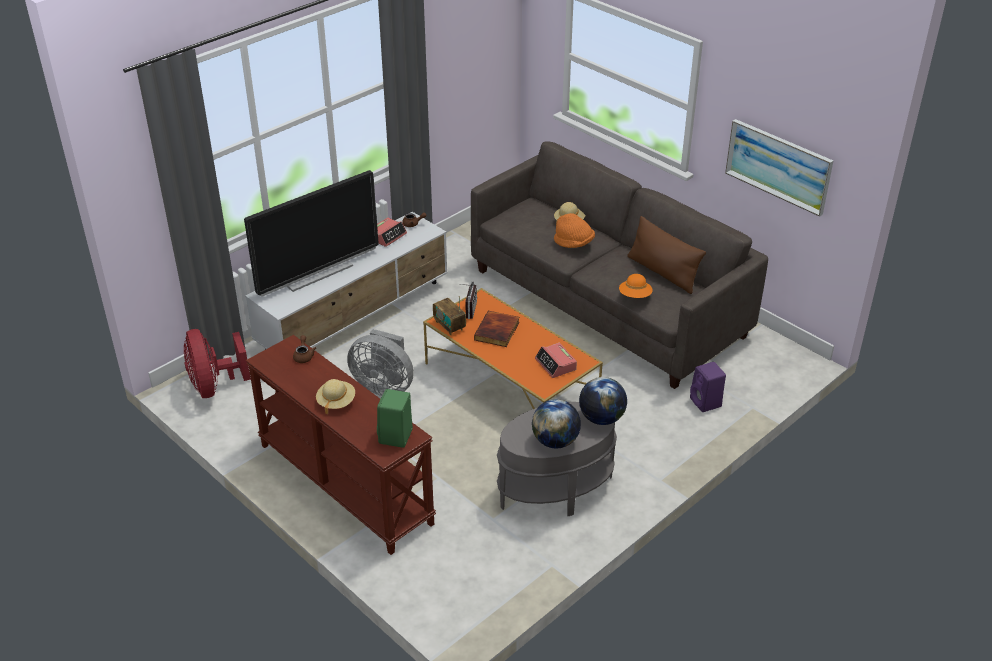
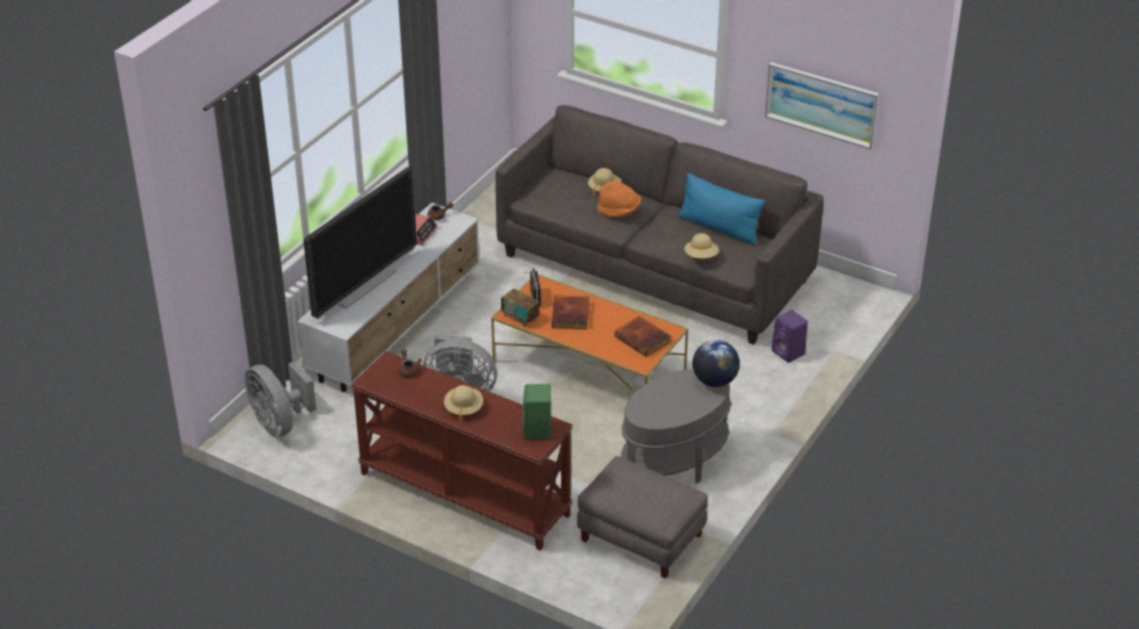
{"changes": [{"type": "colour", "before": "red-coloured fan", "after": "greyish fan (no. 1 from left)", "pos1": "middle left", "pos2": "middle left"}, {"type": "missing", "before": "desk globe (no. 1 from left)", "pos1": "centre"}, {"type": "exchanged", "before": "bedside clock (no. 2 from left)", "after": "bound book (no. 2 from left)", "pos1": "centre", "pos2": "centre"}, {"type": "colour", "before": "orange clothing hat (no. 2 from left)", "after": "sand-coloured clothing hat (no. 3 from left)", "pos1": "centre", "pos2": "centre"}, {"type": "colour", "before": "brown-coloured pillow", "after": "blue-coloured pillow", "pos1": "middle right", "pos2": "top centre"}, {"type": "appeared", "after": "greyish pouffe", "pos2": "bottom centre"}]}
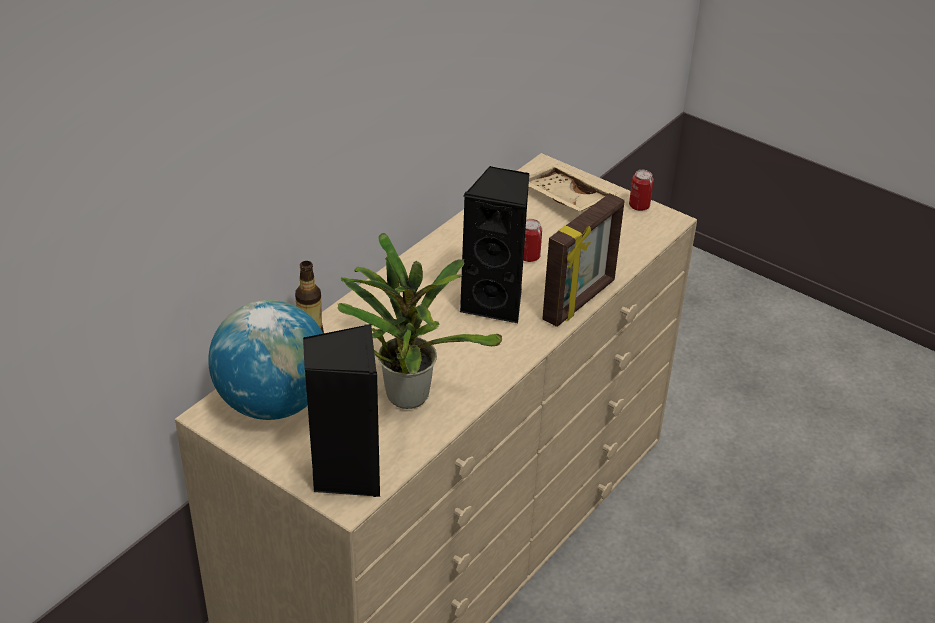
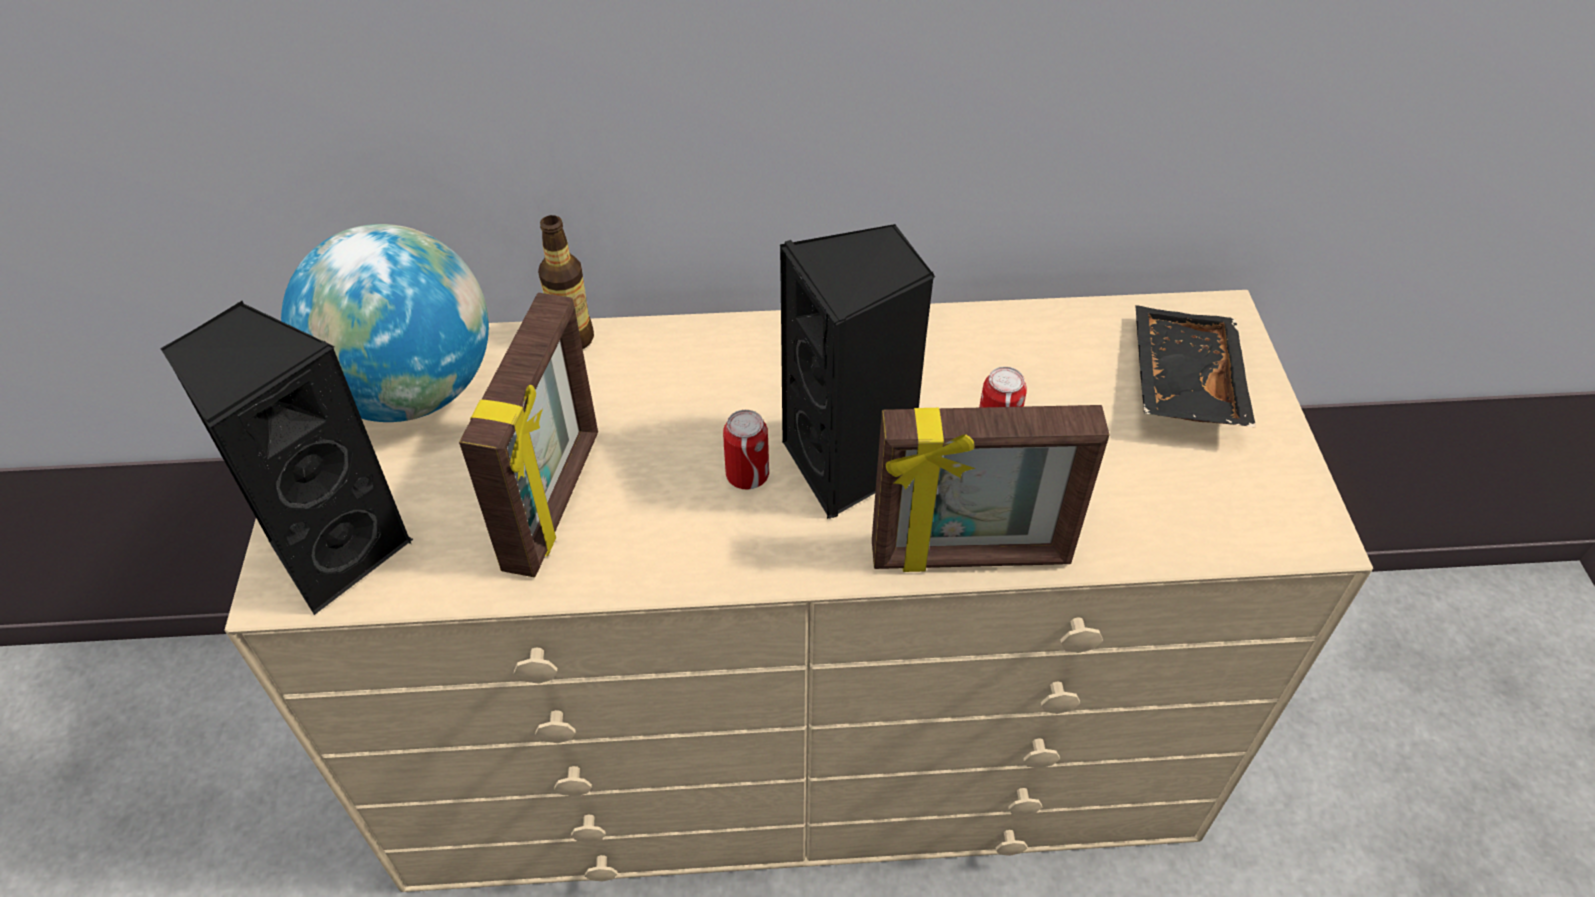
{"changes": [{"type": "exchanged", "before": "houseplant", "after": "standing frame (no. 1 from left)", "pos1": "centre", "pos2": "middle left"}, {"type": "colour", "before": "sand-coloured tray", "after": "blackish tray", "pos1": "top centre", "pos2": "middle right"}, {"type": "relocated", "before": "can (no. 2 from left in the first image)", "after": "can (no. 1 from left)", "pos1": "top right", "pos2": "centre"}]}
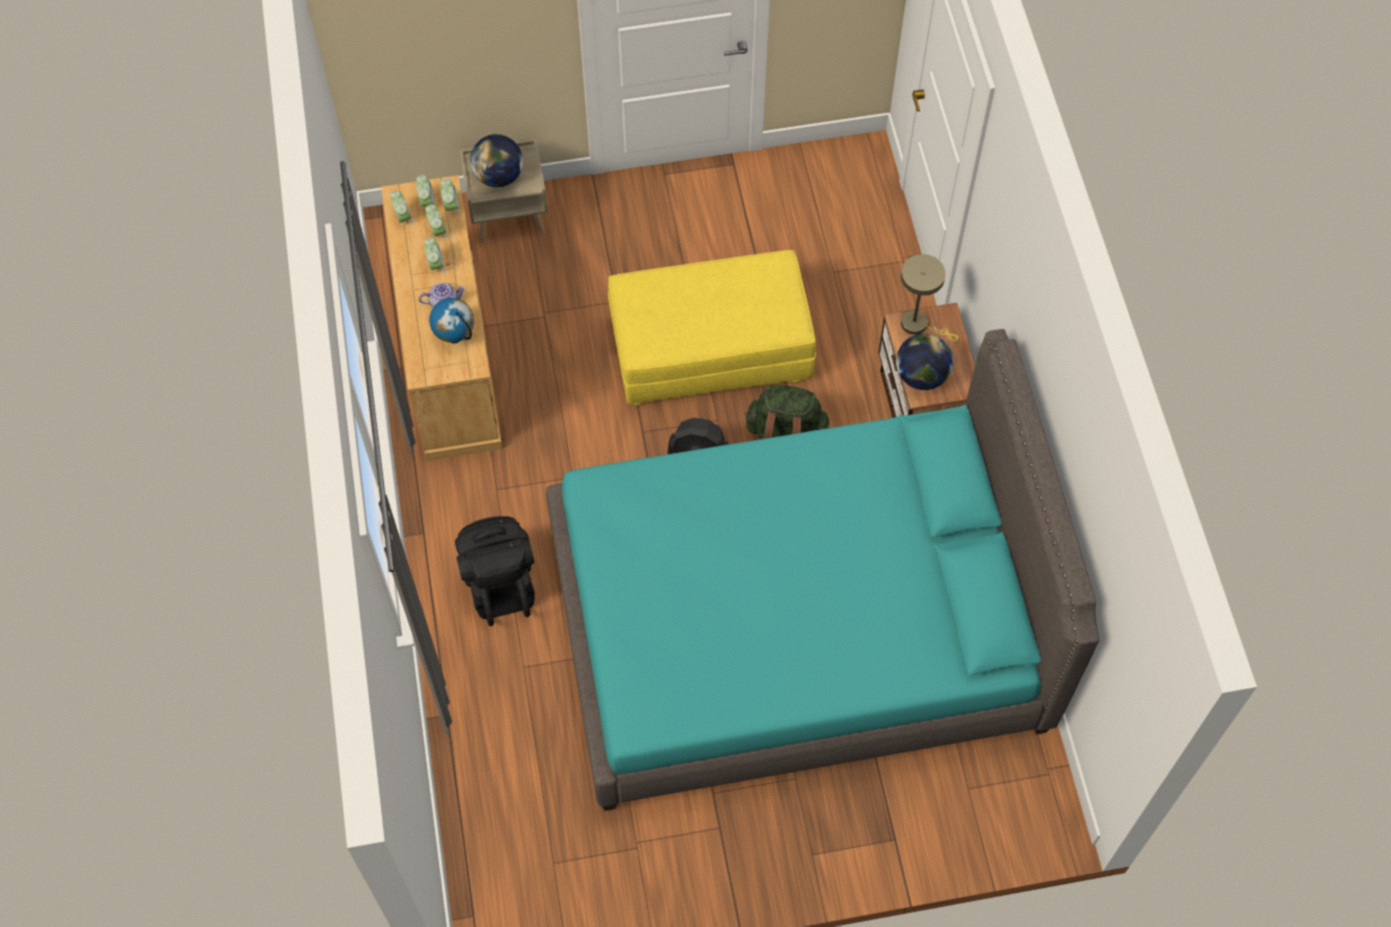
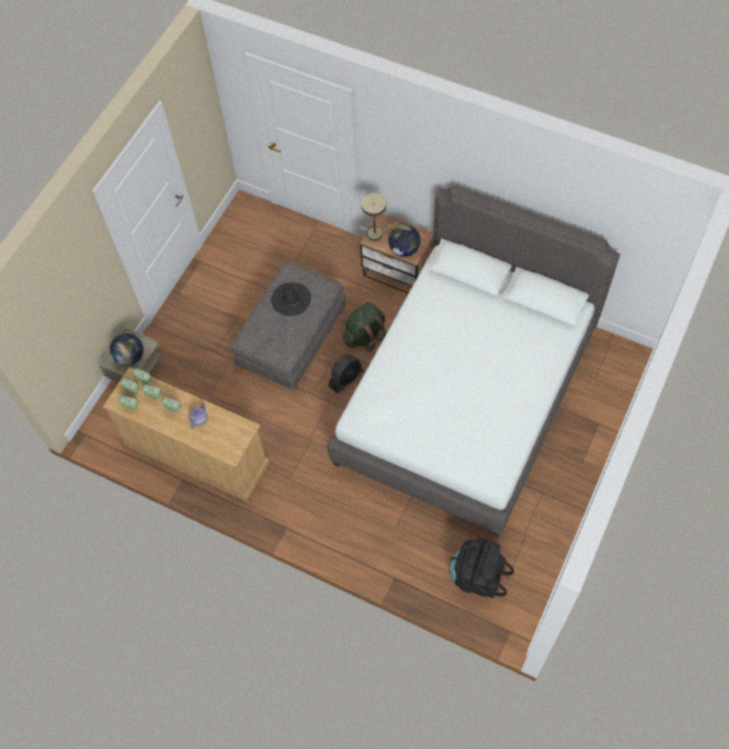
{"changes": [{"type": "missing", "before": "desk globe (no. 1 from left)", "pos1": "middle left"}, {"type": "relocated", "before": "blackish backpack", "pos1": "centre", "pos2": "bottom centre"}, {"type": "colour", "before": "blue-green bed", "after": "whitish bed", "pos1": "centre", "pos2": "centre"}, {"type": "colour", "before": "yellow pouffe", "after": "greyish pouffe", "pos1": "centre", "pos2": "centre"}, {"type": "appeared", "after": "blackish clothing hat", "pos2": "centre"}]}
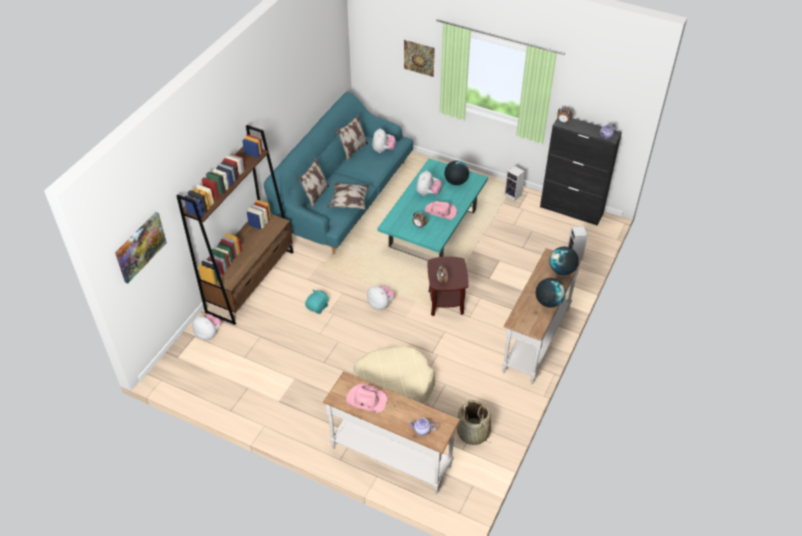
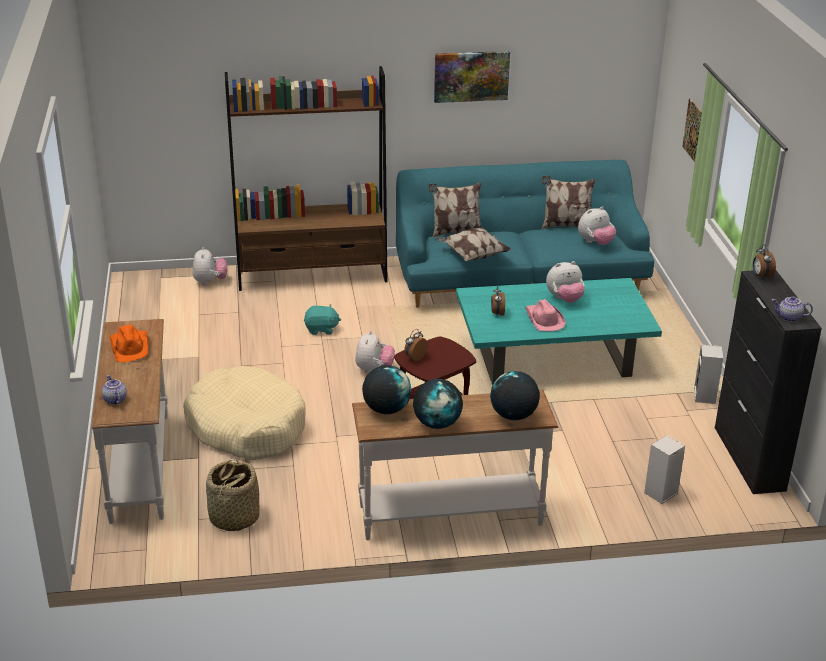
{"changes": [{"type": "relocated", "before": "wall picture (no. 1 from left)", "pos1": "middle left", "pos2": "top centre"}, {"type": "colour", "before": "pinkish clothing hat (no. 1 from left)", "after": "orange clothing hat", "pos1": "bottom centre", "pos2": "middle left"}, {"type": "relocated", "before": "desk globe (no. 1 from left)", "pos1": "top centre", "pos2": "centre"}]}
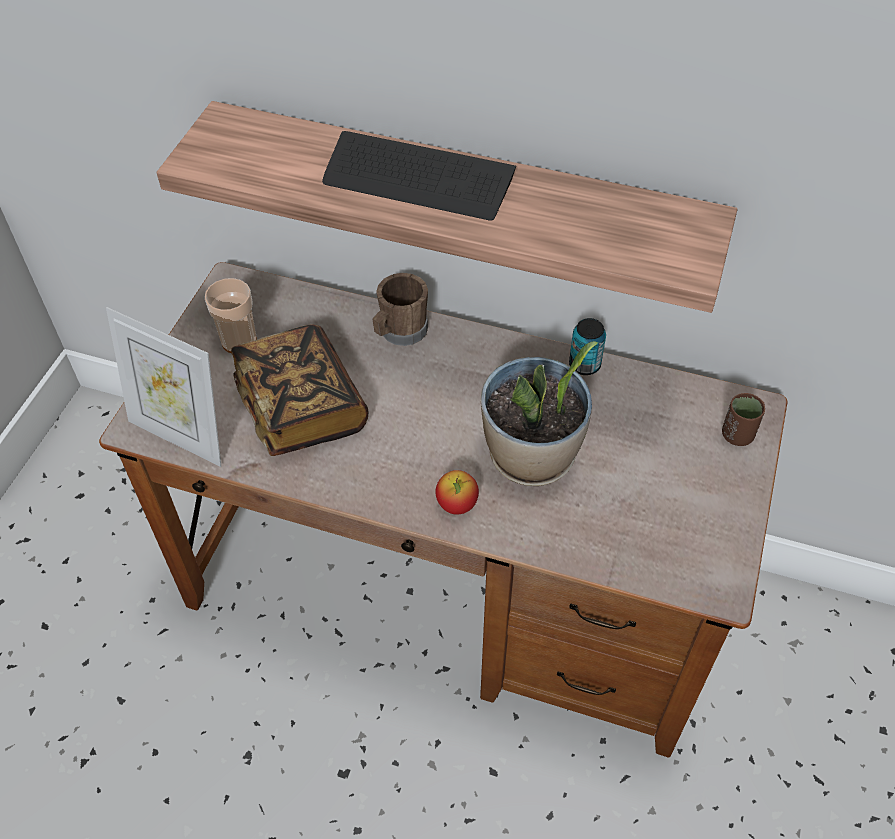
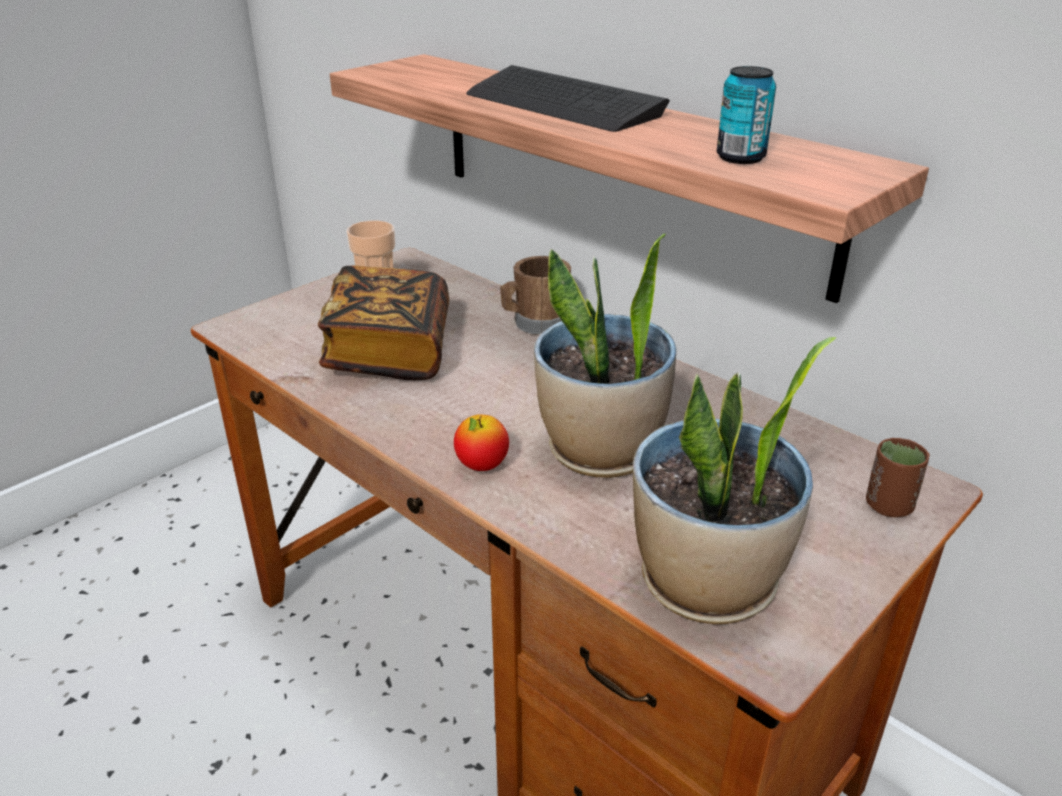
{"changes": [{"type": "missing", "before": "standing frame", "pos1": "middle left"}, {"type": "relocated", "before": "can", "pos1": "centre", "pos2": "top right"}, {"type": "appeared", "after": "houseplant (no. 2 from left)", "pos2": "middle right"}]}
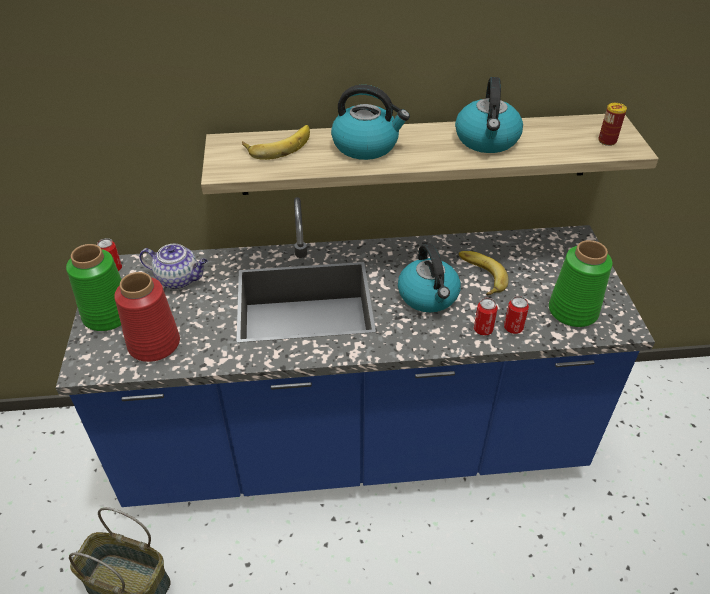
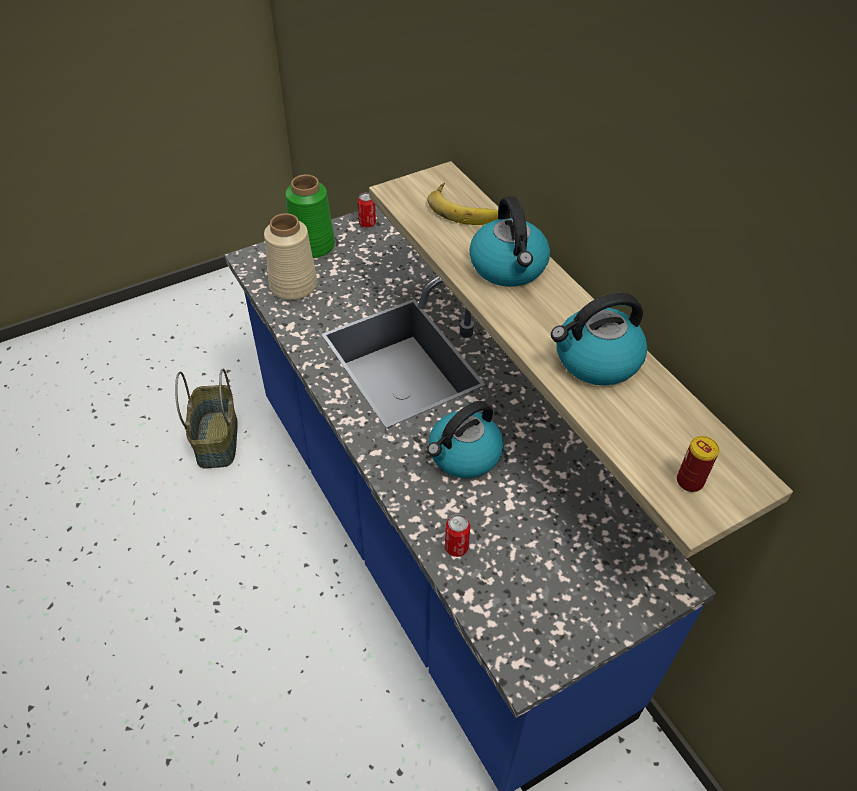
{"changes": [{"type": "colour", "before": "red-coloured vase", "after": "sand-coloured vase", "pos1": "middle left", "pos2": "top centre"}, {"type": "missing", "before": "tea pot", "pos1": "middle left"}, {"type": "missing", "before": "banana (no. 2 from left)", "pos1": "middle right"}, {"type": "missing", "before": "can (no. 2 from left)", "pos1": "middle right"}, {"type": "missing", "before": "green-coloured vase (no. 2 from left)", "pos1": "middle right"}]}
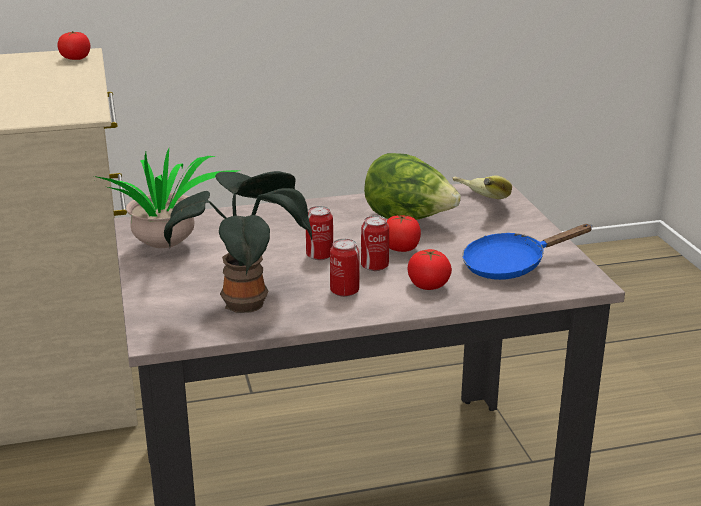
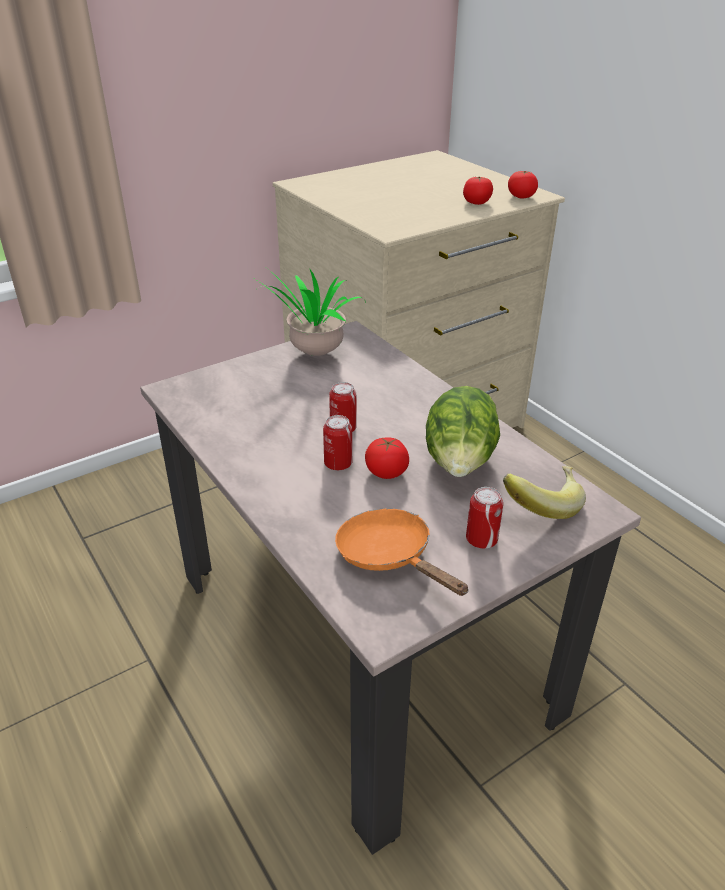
{"changes": [{"type": "missing", "before": "houseplant (no. 2 from left)", "pos1": "centre"}, {"type": "relocated", "before": "can (no. 2 from left in the first image)", "after": "can (no. 3 from left)", "pos1": "centre", "pos2": "middle right"}, {"type": "relocated", "before": "fresh tomato (no. 3 from left in the first image)", "after": "fresh tomato (no. 2 from left)", "pos1": "centre", "pos2": "top centre"}, {"type": "colour", "before": "blue-coloured skillet", "after": "orange skillet", "pos1": "middle right", "pos2": "centre"}]}
